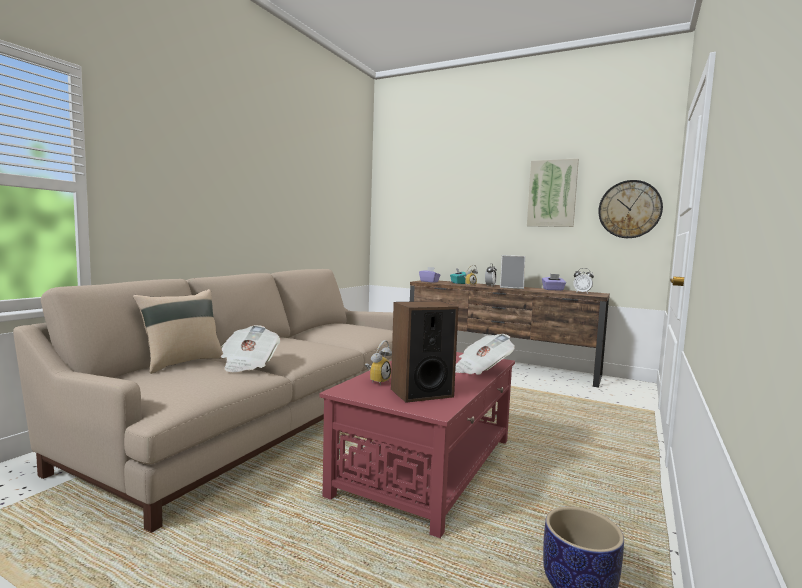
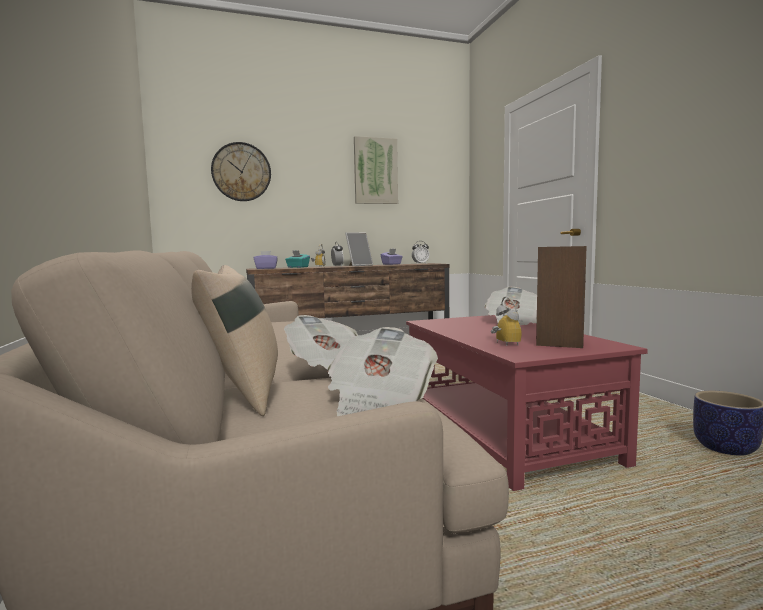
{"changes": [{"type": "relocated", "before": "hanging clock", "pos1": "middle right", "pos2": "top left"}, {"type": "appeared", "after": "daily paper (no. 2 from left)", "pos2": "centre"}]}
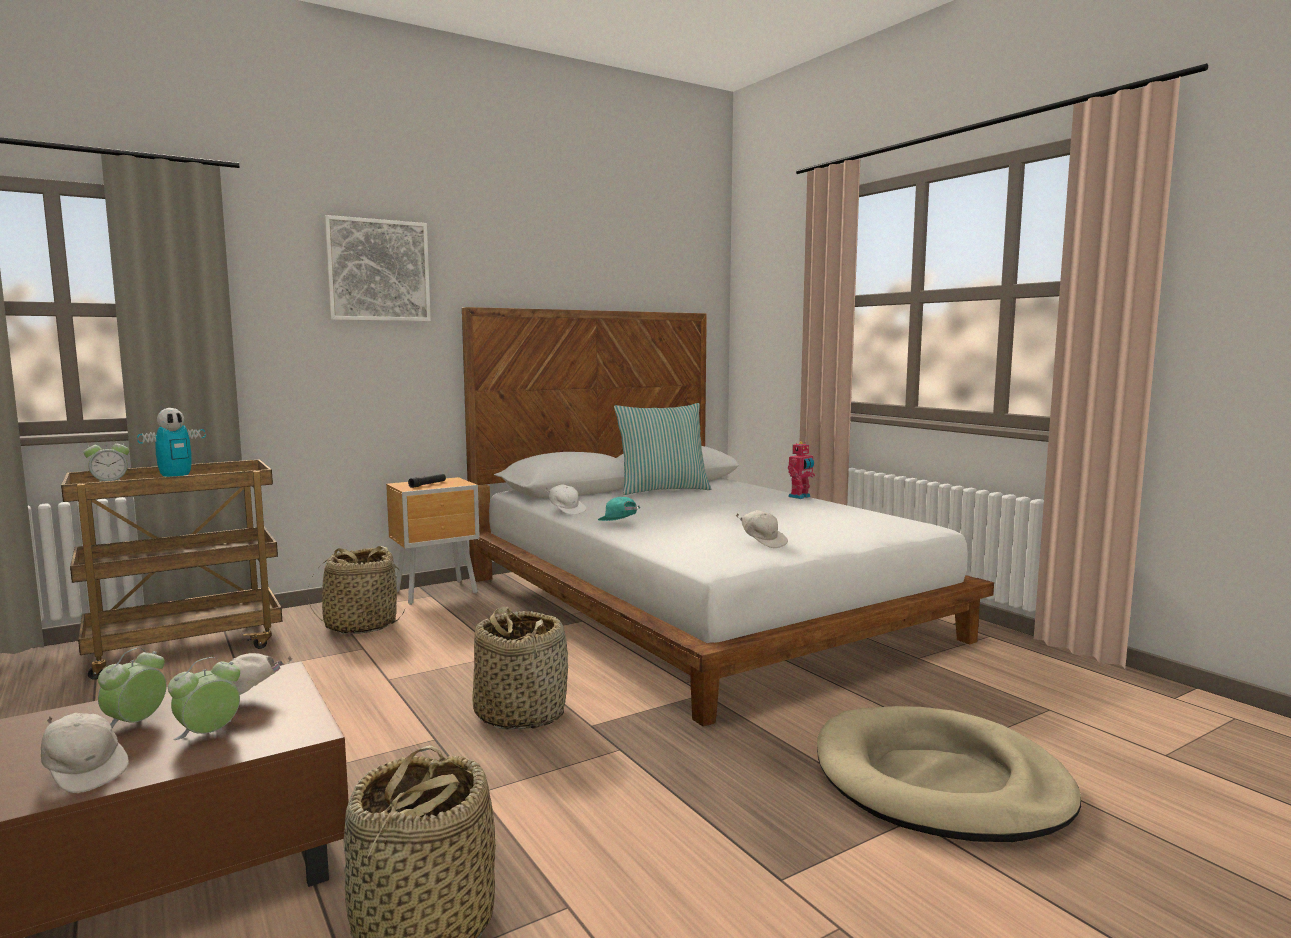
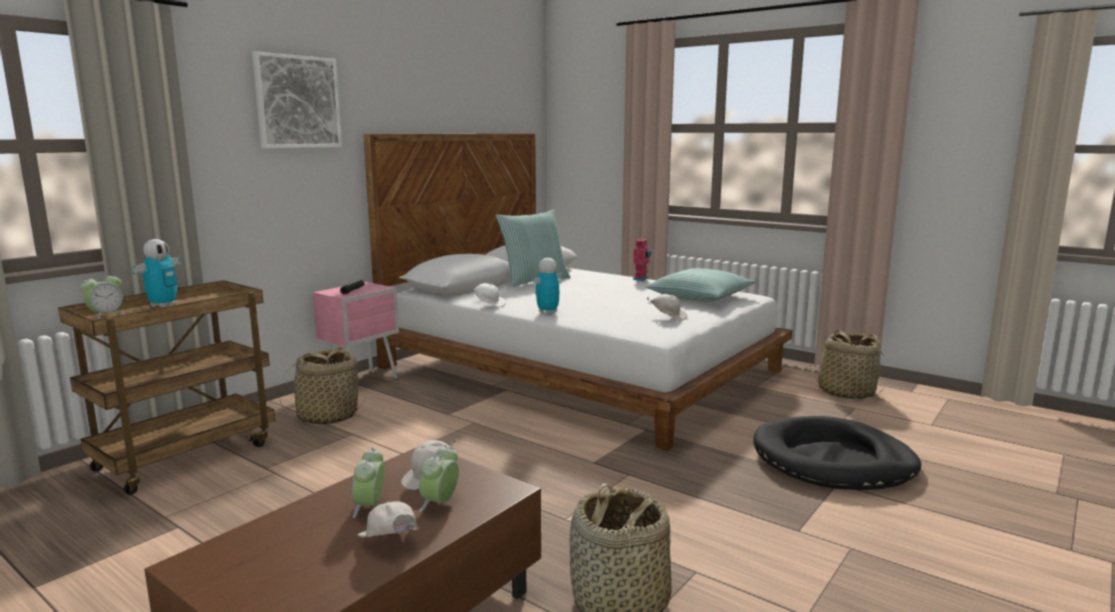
{"changes": [{"type": "spun", "before": "whitish cap (no. 1 from left)", "pos1": "bottom left", "pos2": "bottom centre", "turn": -150}, {"type": "colour", "before": "brown-coloured nightstand", "after": "pinkish nightstand", "pos1": "centre", "pos2": "middle left"}, {"type": "relocated", "before": "household basket (no. 3 from left)", "pos1": "bottom centre", "pos2": "middle right"}, {"type": "exchanged", "before": "blue-green cap", "after": "robot figure (no. 2 from left)", "pos1": "centre", "pos2": "centre"}, {"type": "colour", "before": "sand-coloured dog bed", "after": "blackish dog bed", "pos1": "bottom right", "pos2": "bottom right"}, {"type": "appeared", "after": "pillow (no. 2 from left)", "pos2": "centre"}]}
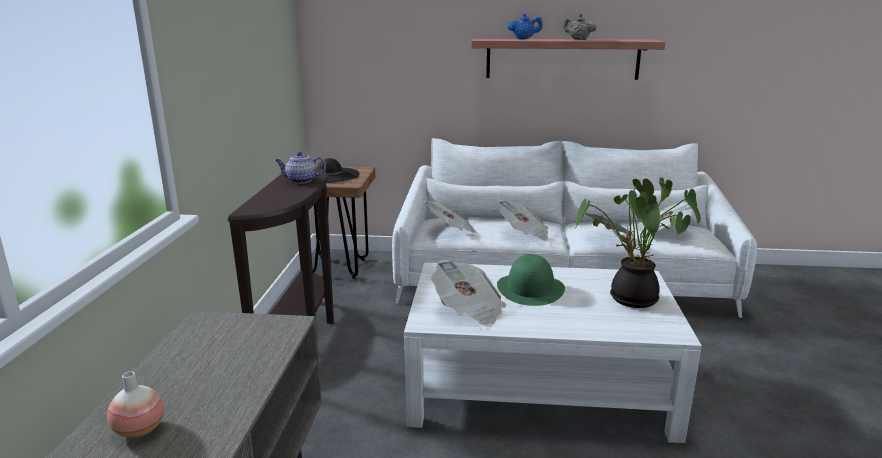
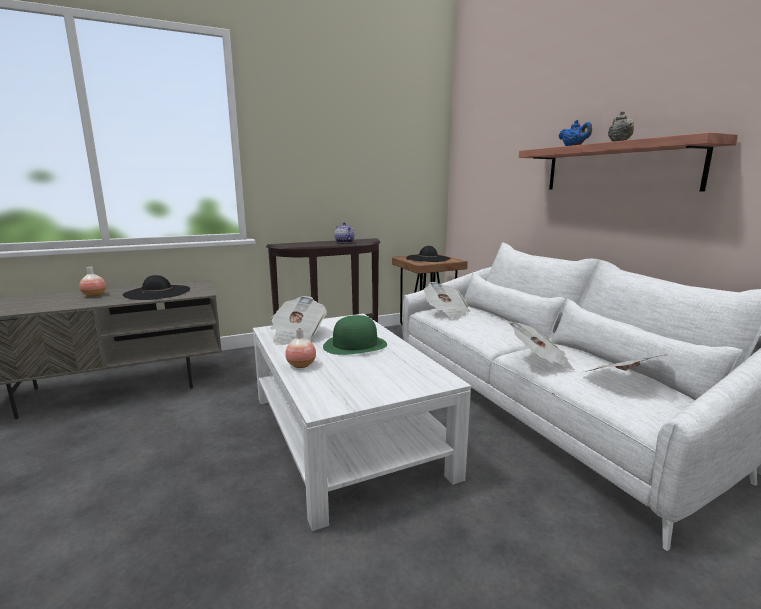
{"changes": [{"type": "missing", "before": "daily paper (no. 3 from left)", "pos1": "centre"}, {"type": "missing", "before": "houseplant", "pos1": "middle right"}, {"type": "appeared", "after": "blackish clothing hat (no. 1 from left)", "pos2": "middle left"}, {"type": "appeared", "after": "vase (no. 2 from left)", "pos2": "centre"}]}
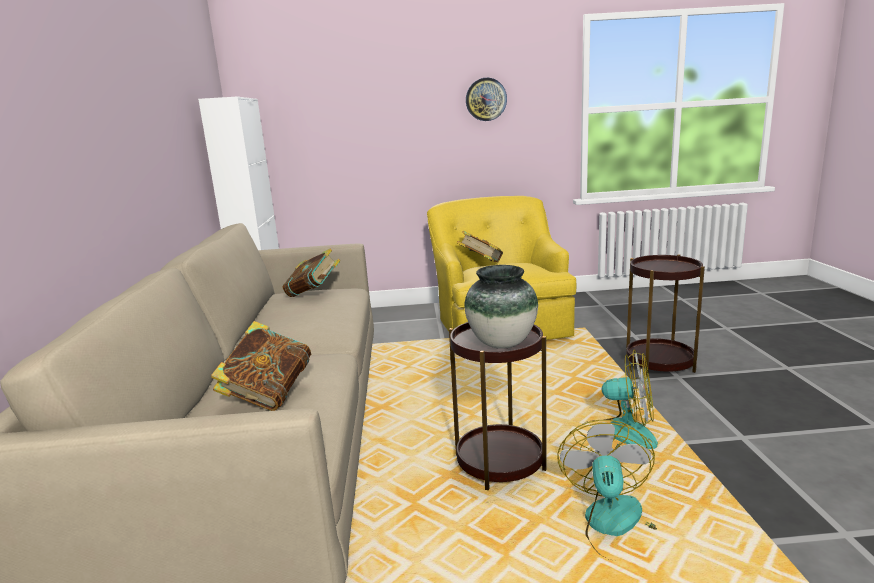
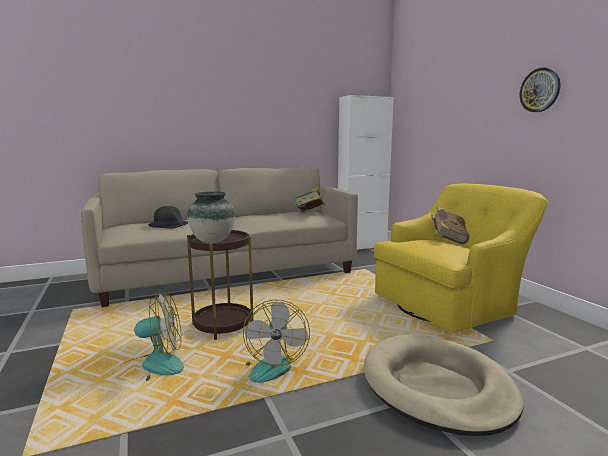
{"changes": [{"type": "exchanged", "before": "bound book (no. 1 from left)", "after": "blackish clothing hat", "pos1": "middle left", "pos2": "middle left"}, {"type": "exchanged", "before": "brown-coloured end table (no. 2 from left)", "after": "sand-coloured dog bed", "pos1": "middle right", "pos2": "bottom right"}]}
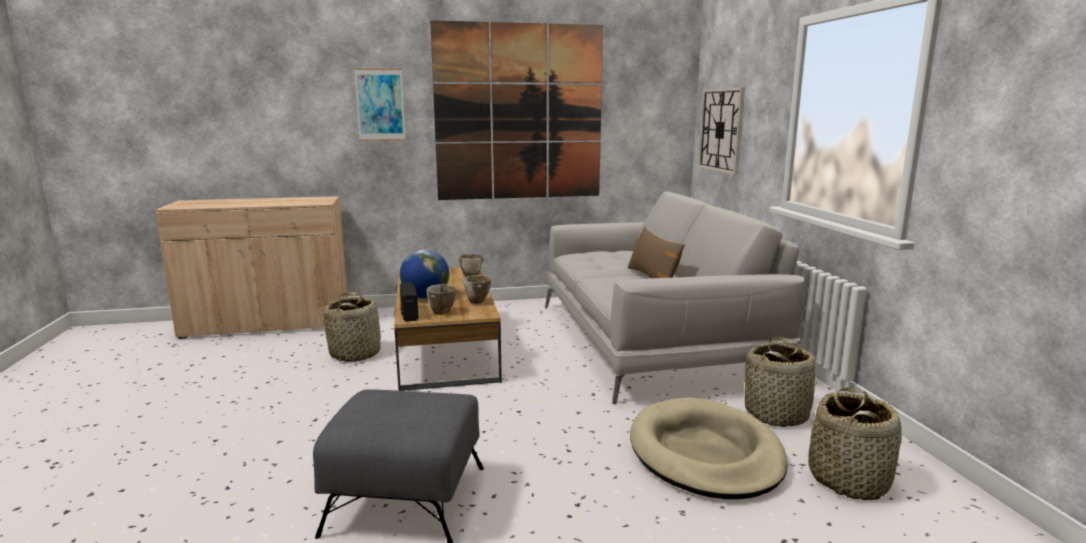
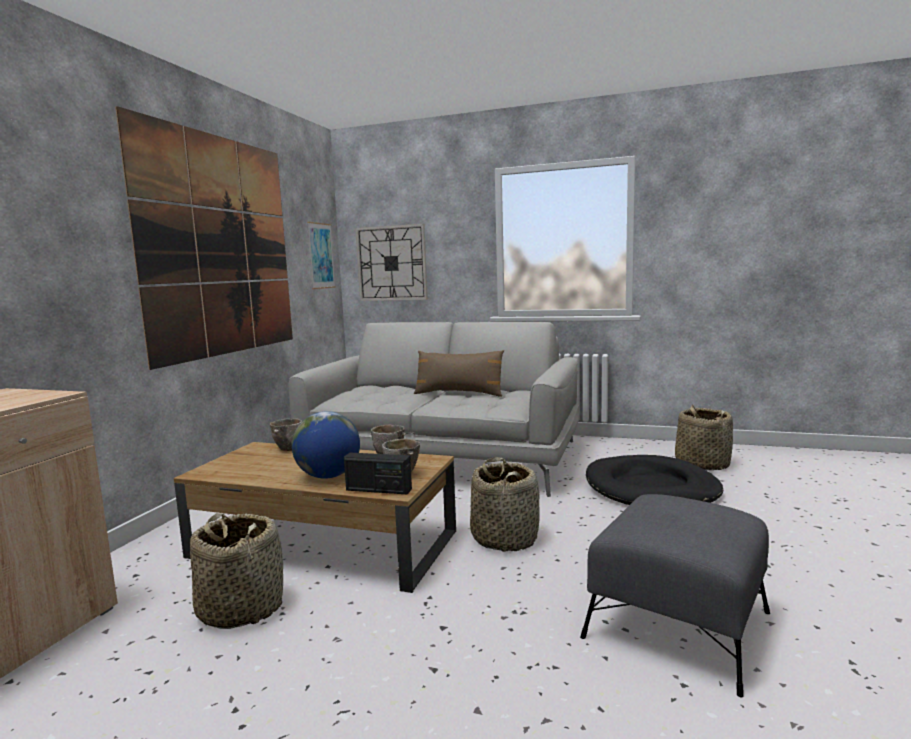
{"changes": [{"type": "relocated", "before": "wall picture (no. 1 from left in the first image)", "after": "wall picture (no. 2 from left)", "pos1": "top centre", "pos2": "centre"}, {"type": "colour", "before": "sand-coloured dog bed", "after": "blackish dog bed", "pos1": "bottom centre", "pos2": "middle right"}, {"type": "relocated", "before": "household basket (no. 2 from left)", "pos1": "bottom right", "pos2": "bottom centre"}]}
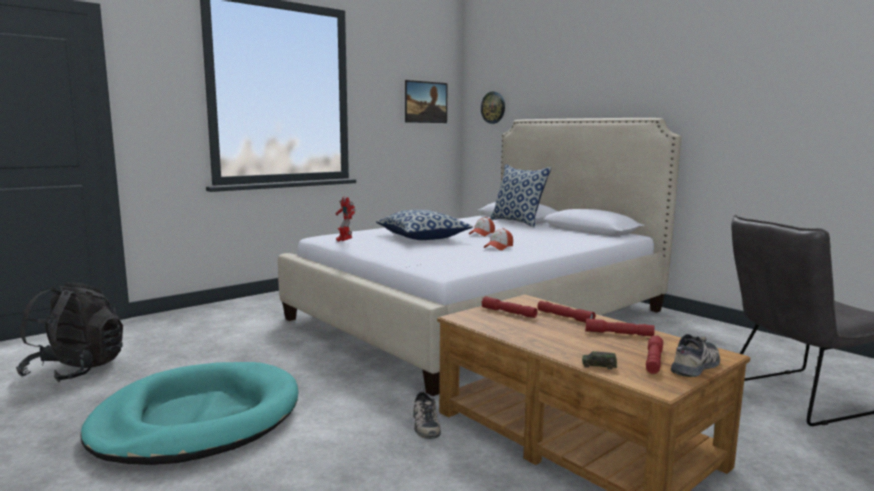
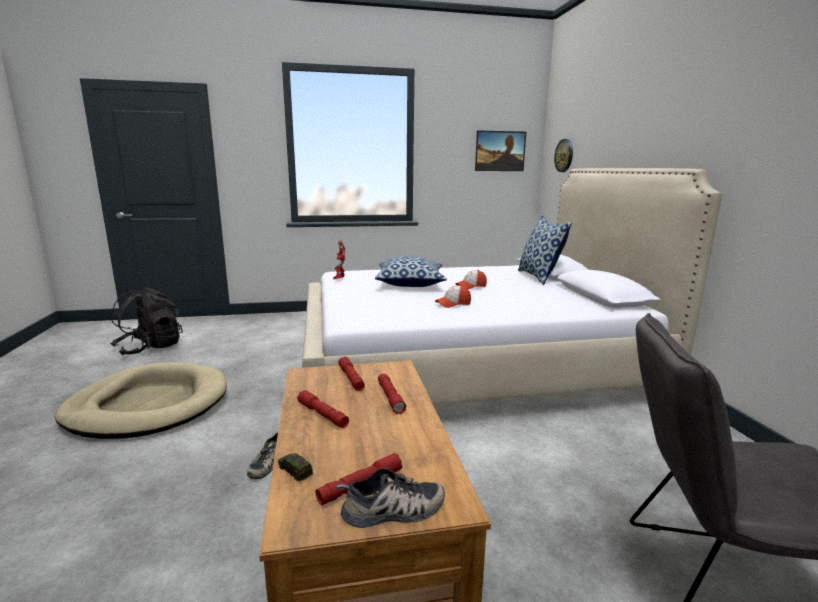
{"changes": [{"type": "colour", "before": "blue-green dog bed", "after": "sand-coloured dog bed", "pos1": "bottom left", "pos2": "middle left"}, {"type": "relocated", "before": "red-coloured torch (no. 3 from left in the first image)", "after": "red-coloured torch (no. 1 from left)", "pos1": "middle right", "pos2": "bottom centre"}]}
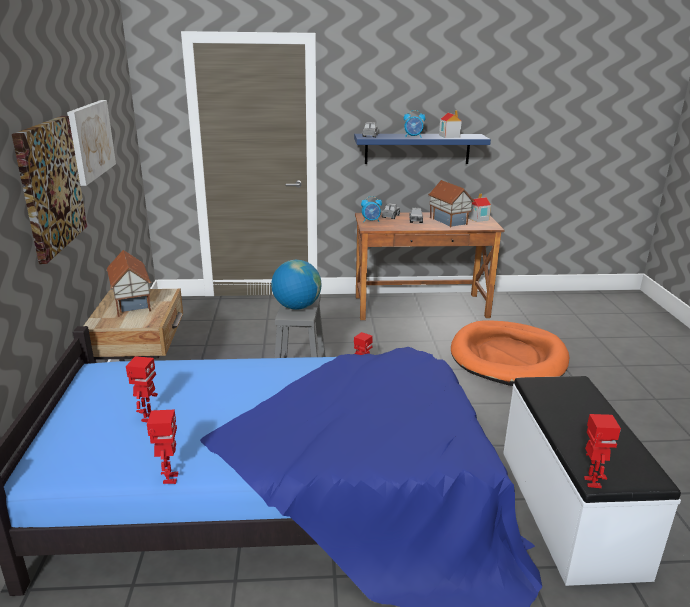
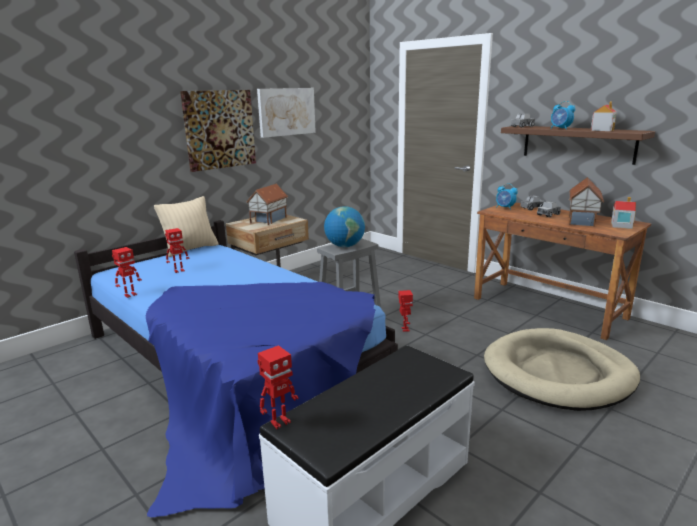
{"changes": [{"type": "colour", "before": "blue-coloured shelf", "after": "brown-coloured shelf", "pos1": "top centre", "pos2": "top right"}, {"type": "colour", "before": "orange dog bed", "after": "sand-coloured dog bed", "pos1": "middle right", "pos2": "bottom right"}, {"type": "appeared", "after": "sand-coloured pillow", "pos2": "middle left"}]}
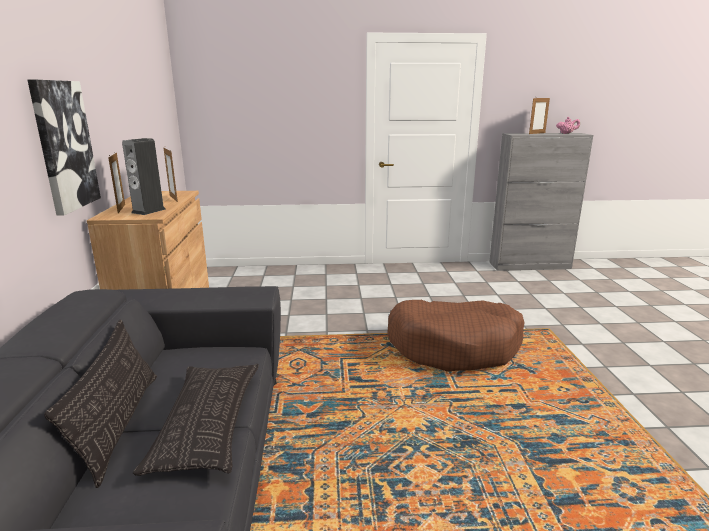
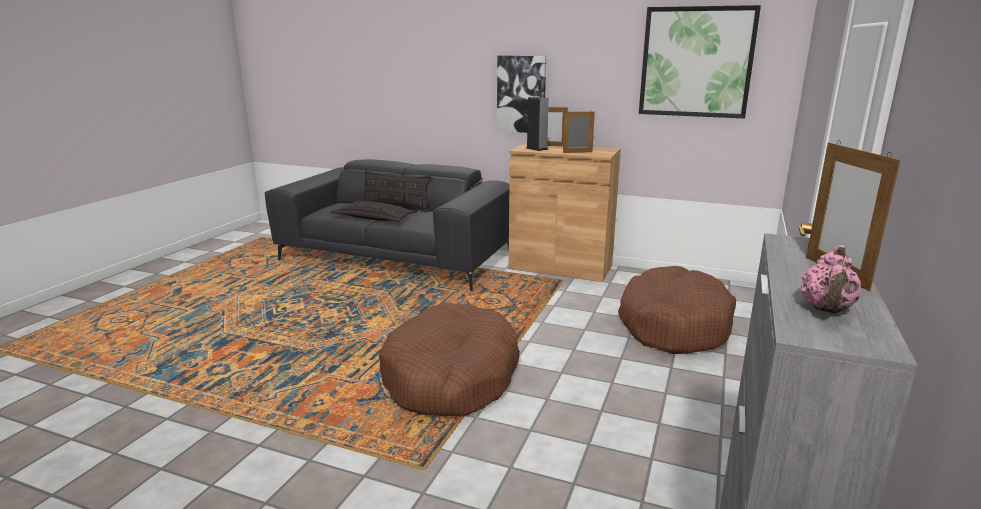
{"changes": [{"type": "appeared", "after": "brown-coloured dog bed (no. 2 from left)", "pos2": "middle right"}, {"type": "appeared", "after": "wall picture (no. 2 from left)", "pos2": "top right"}]}
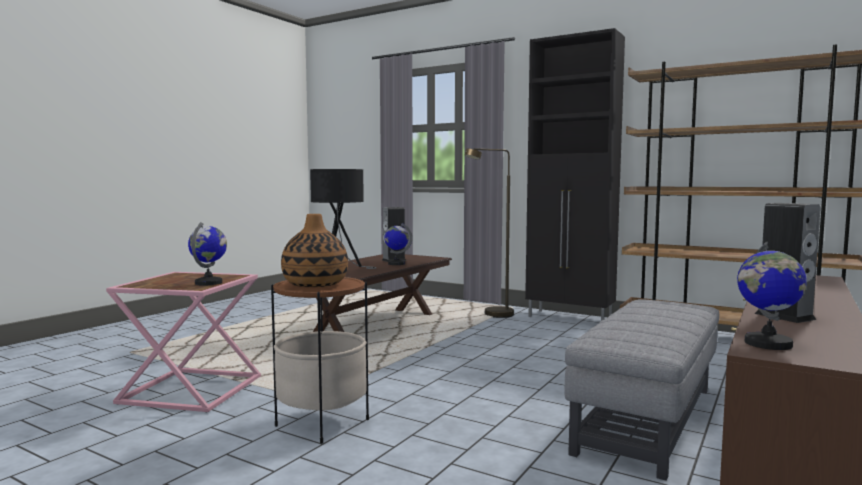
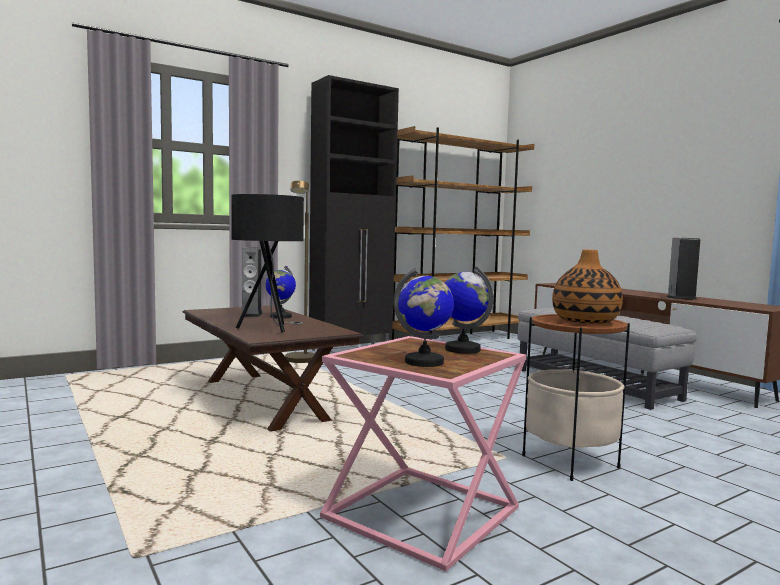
{"changes": [{"type": "relocated", "before": "desk globe (no. 3 from left in the first image)", "after": "desk globe (no. 2 from left)", "pos1": "middle right", "pos2": "centre"}]}
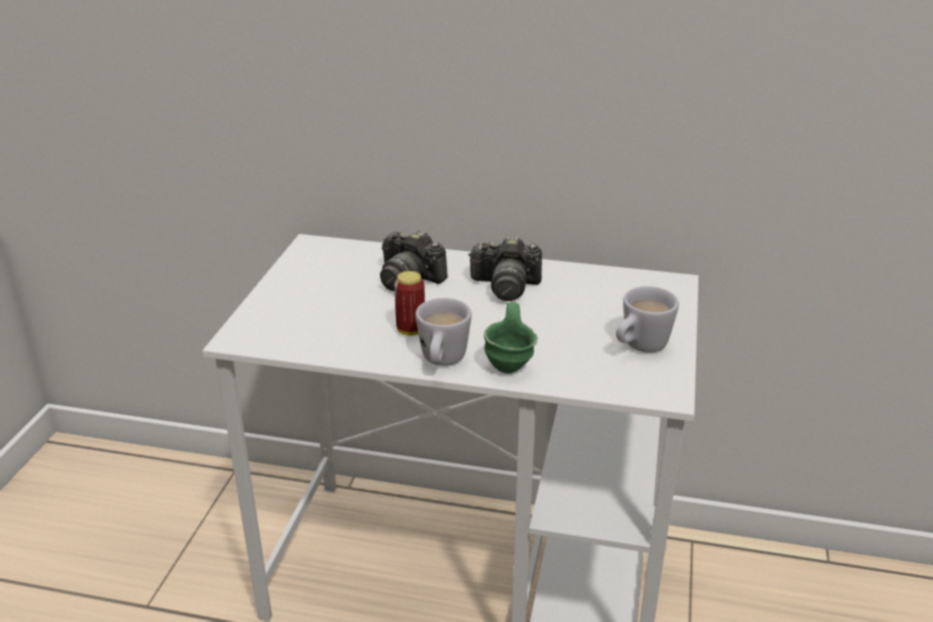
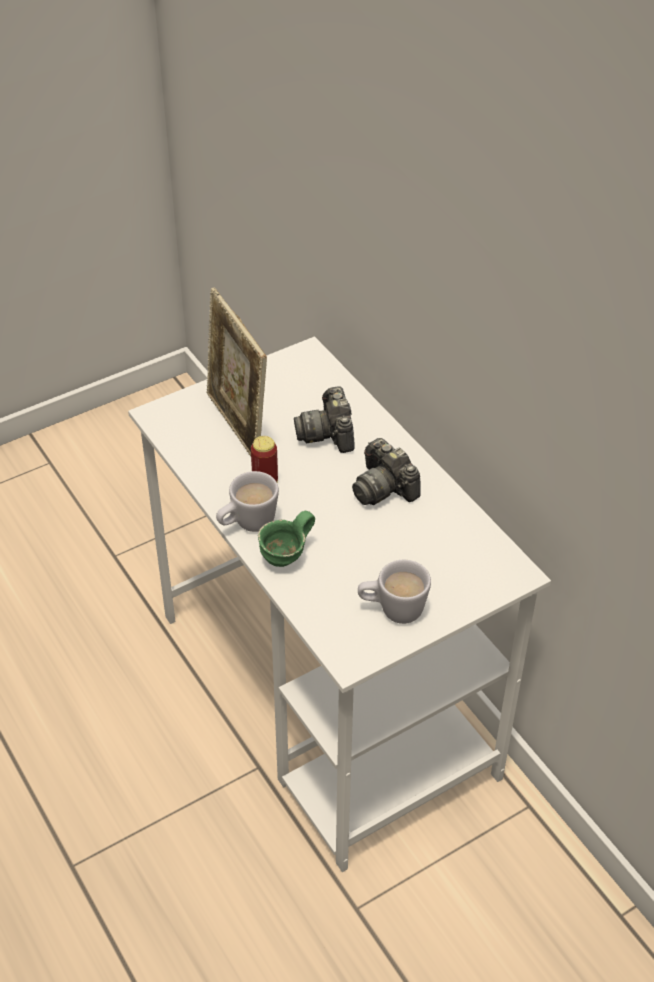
{"changes": [{"type": "appeared", "after": "standing frame", "pos2": "centre"}]}
